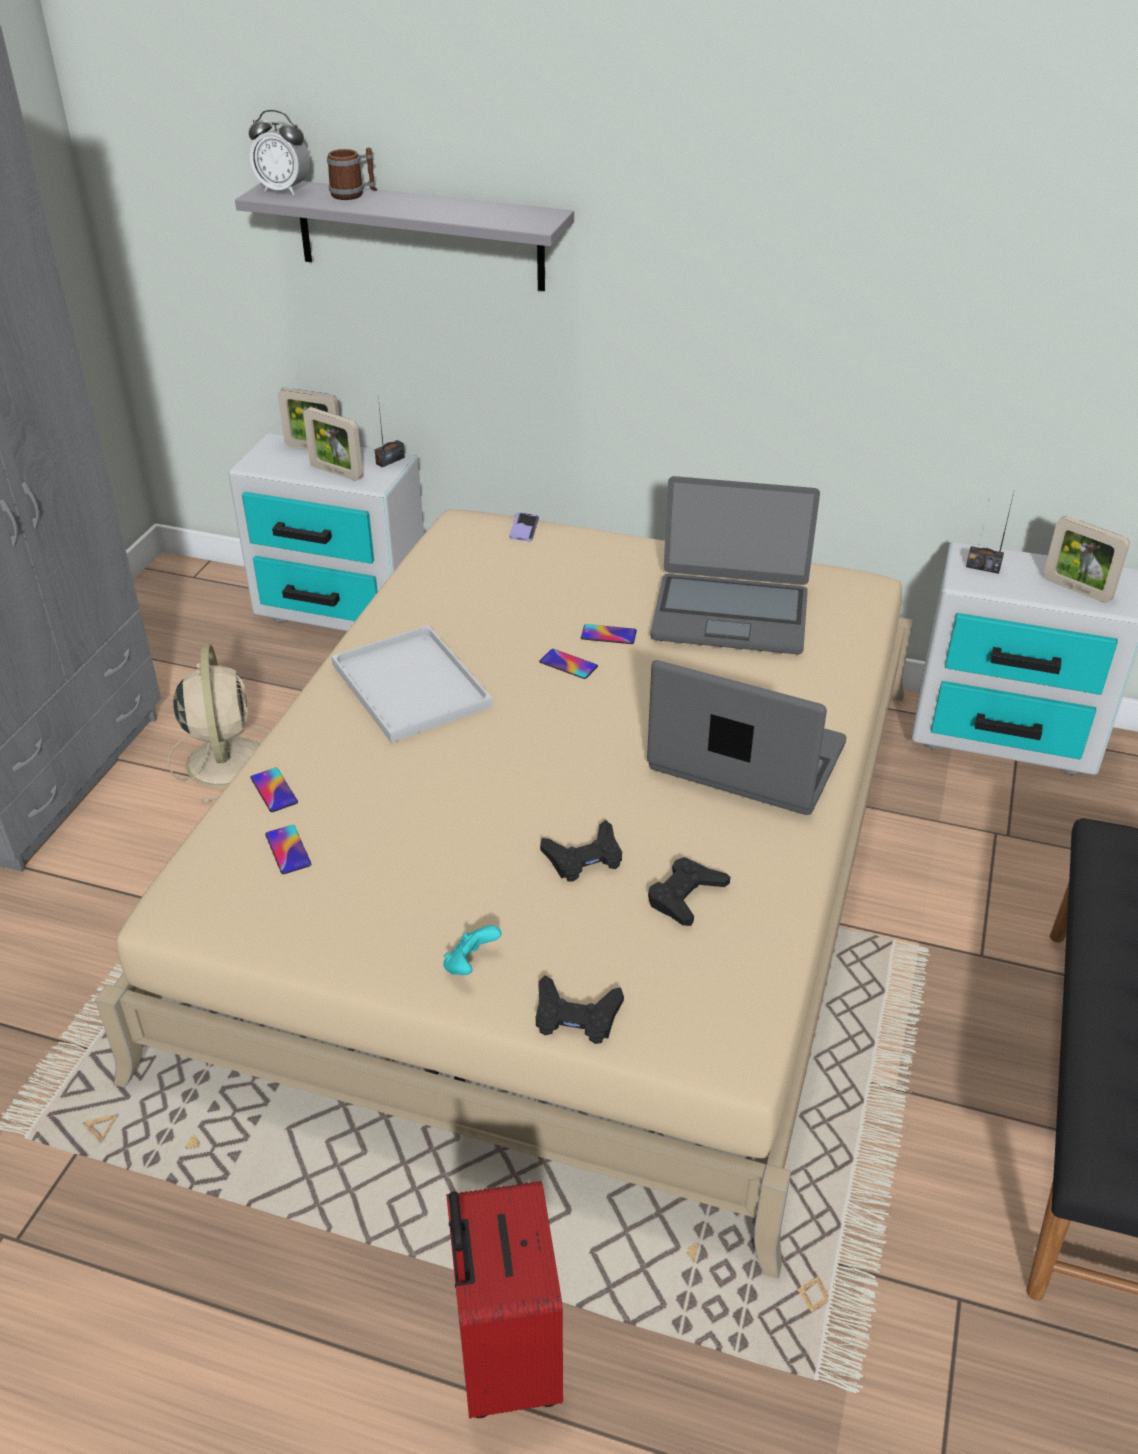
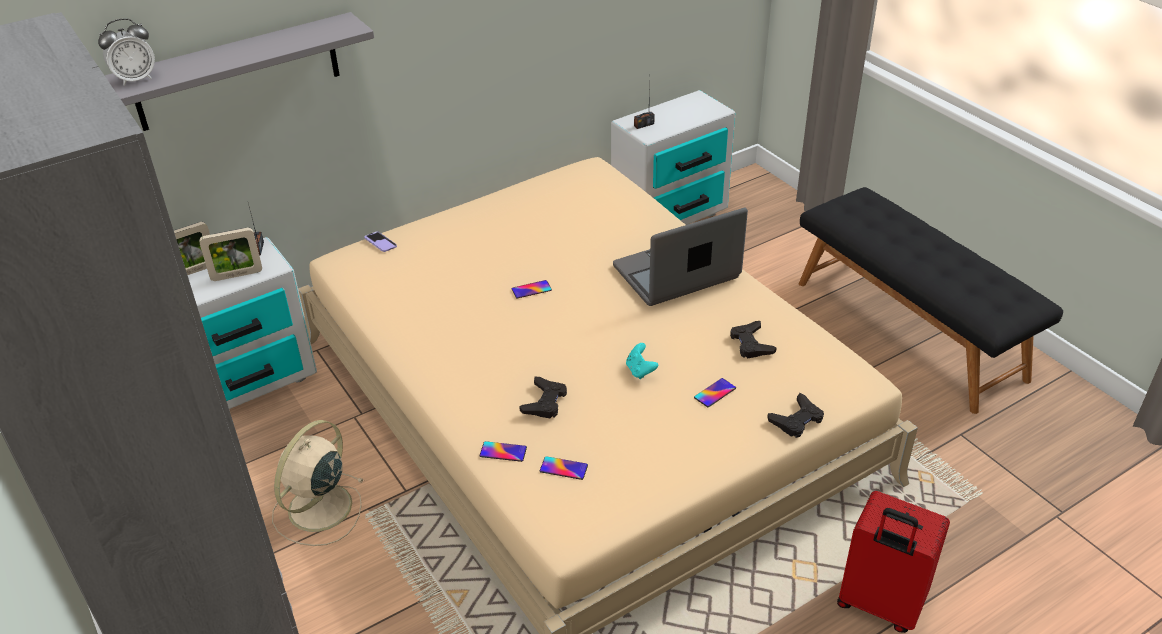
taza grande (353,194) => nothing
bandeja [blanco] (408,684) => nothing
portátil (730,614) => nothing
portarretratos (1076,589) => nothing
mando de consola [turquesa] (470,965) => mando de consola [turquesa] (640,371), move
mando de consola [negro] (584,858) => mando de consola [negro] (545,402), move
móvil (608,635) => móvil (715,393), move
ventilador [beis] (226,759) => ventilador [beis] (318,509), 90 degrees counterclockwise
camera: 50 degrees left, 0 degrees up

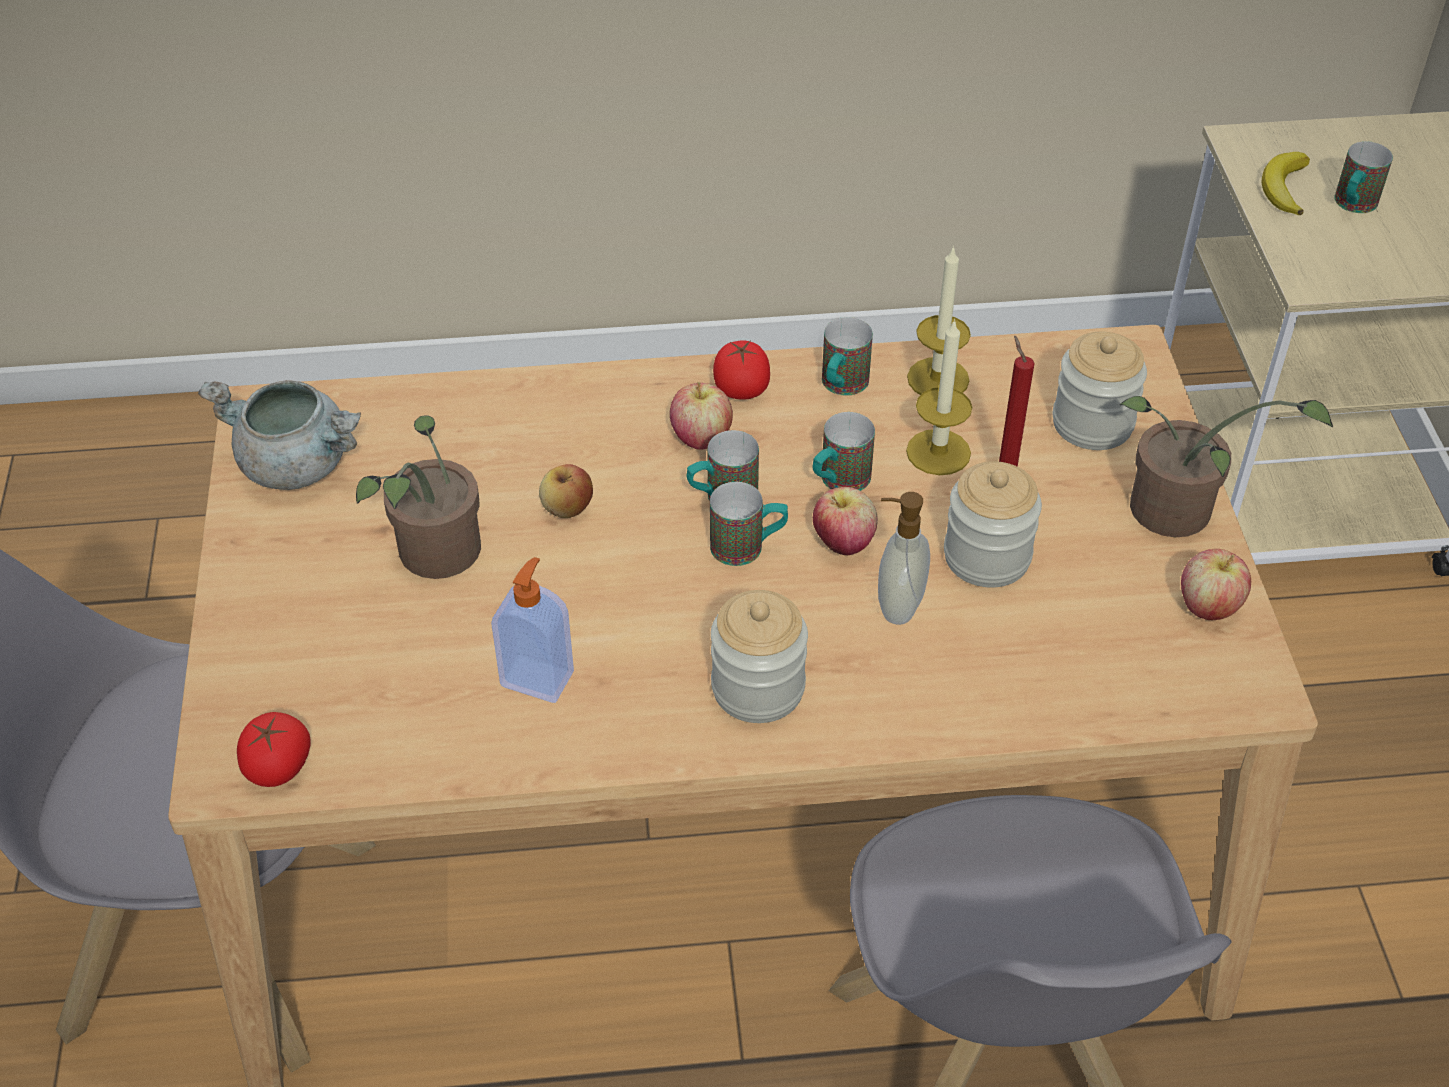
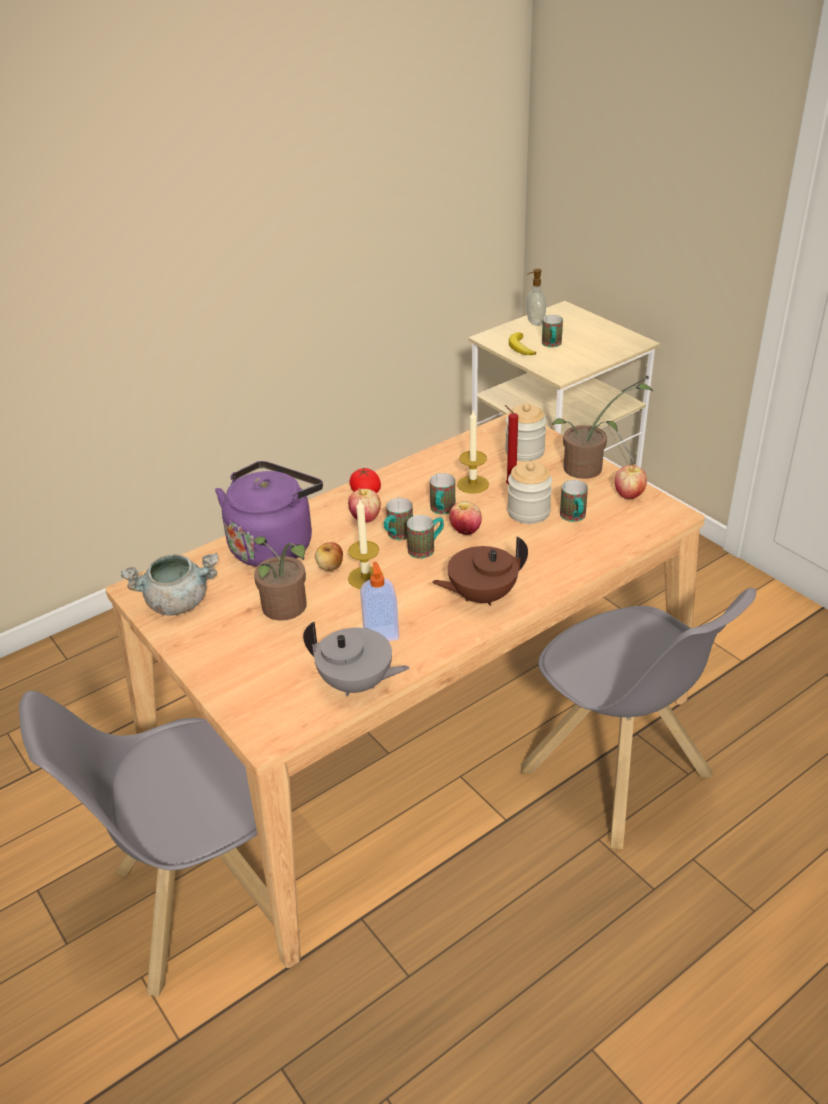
tomate (278,767) => nothing
nothing => hervidor [morado] (274,545)
nothing => tetera [gris] (356,683)
taza grande (841,387) => taza grande (574,518), move
dispensador de jabón (897,605) => dispensador de jabón (534,322), move
vela (938,379) => vela (365,578), move
tarro (758,688) => tetera [marrón] (481,596)
camera: 30 degrees left, 10 degrees down

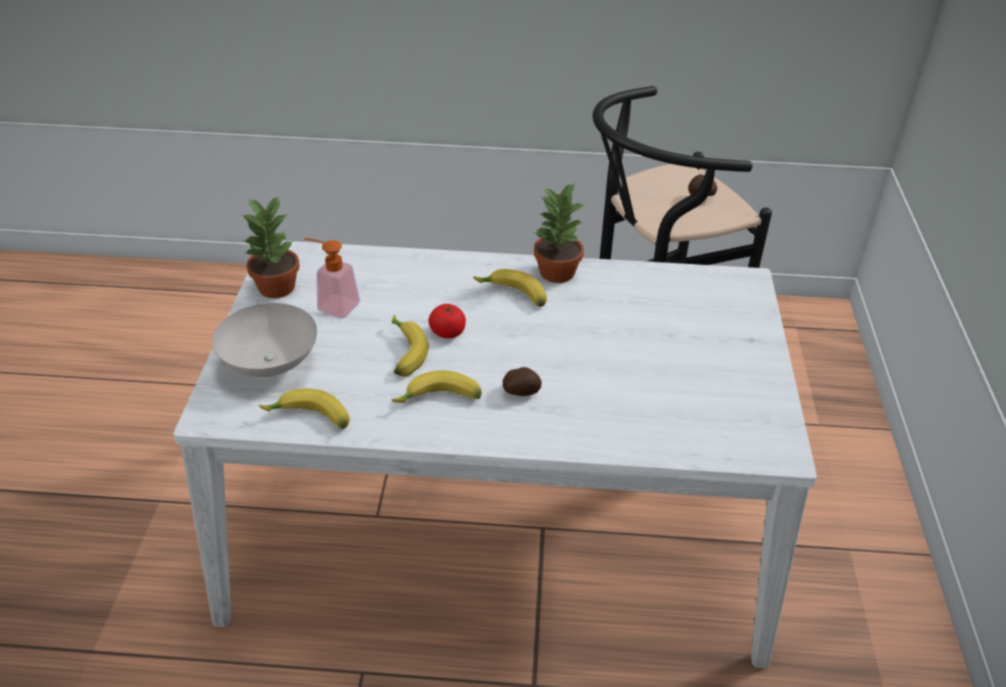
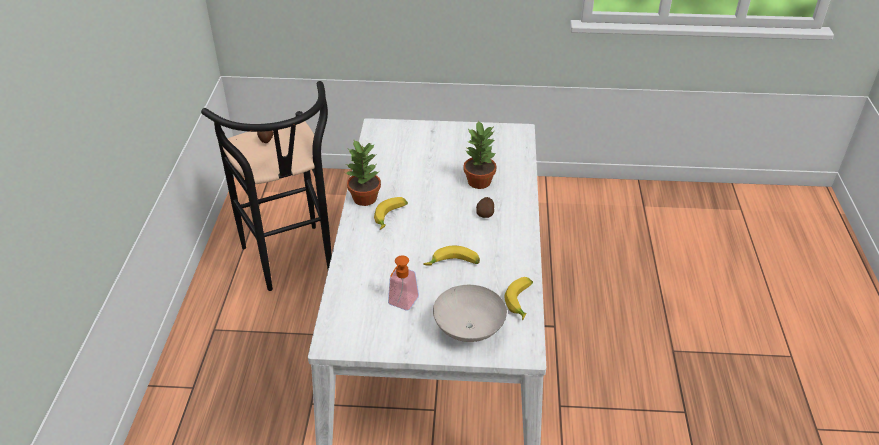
plátano (439,401) => nothing
tomate (447,332) => nothing
planta en maceta (277,288) => planta en maceta (479,181), move
camera: 90 degrees left, 0 degrees up

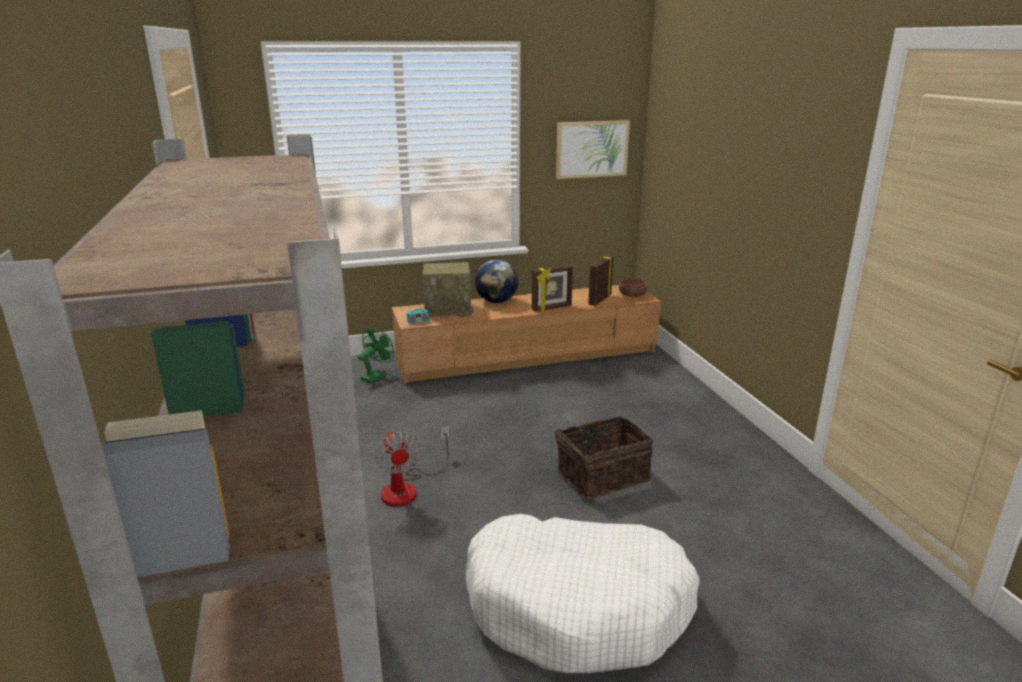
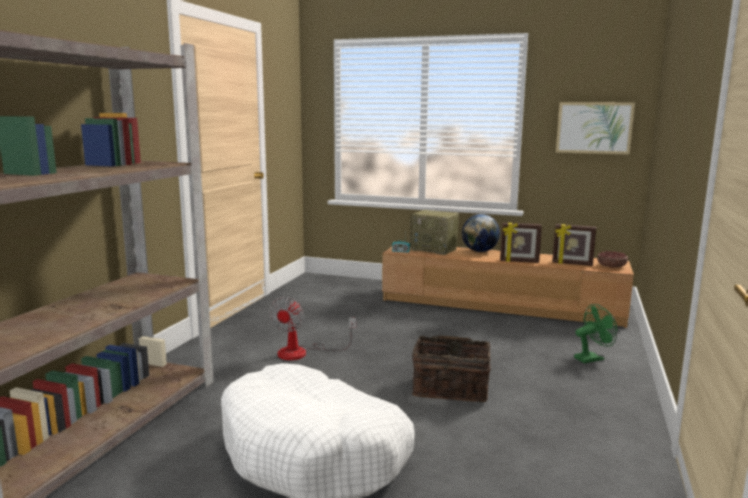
ventilador [verde] (376,376) => ventilador [verde] (592,358), move
portarretratos (599,300) => portarretratos (572,264), 135 degrees counterclockwise
camera: 35 degrees right, 10 degrees down

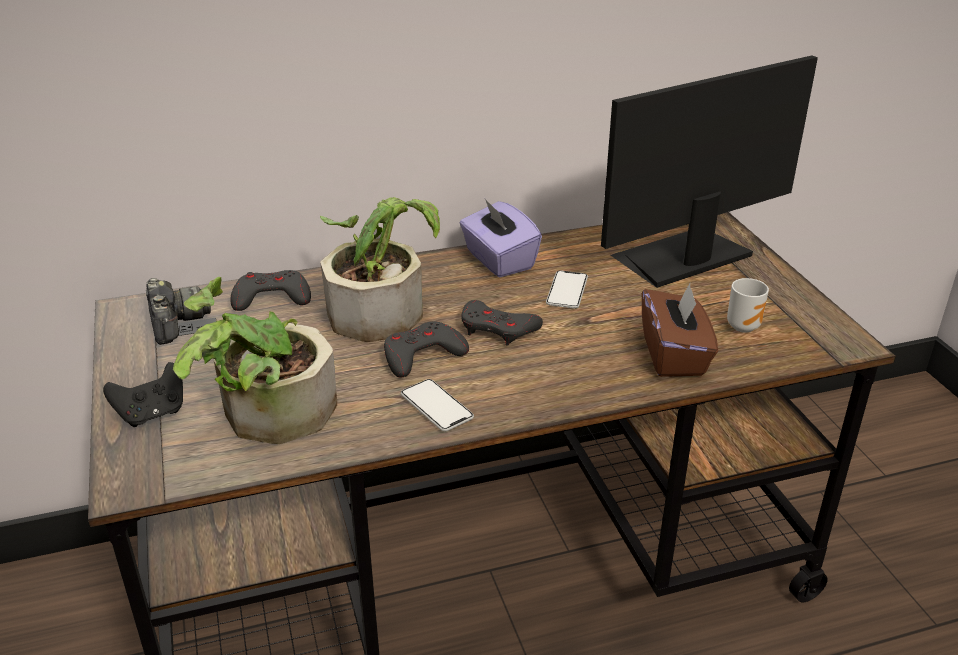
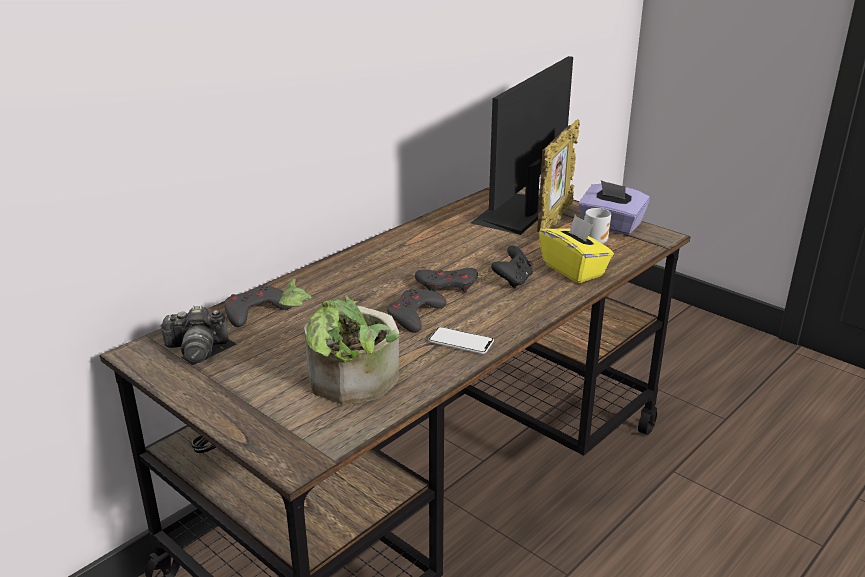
planta en maceta (381,307) => nothing
móvil (567,291) => nothing
nothing => portarretratos (554,223)
mando de consola [negro] (152,414) => mando de consola [negro] (513,281), move
caja de pañuelos [morado] (498,260) => caja de pañuelos [morado] (610,226), move
caja de pañuelos [marrón] (674,355) => caja de pañuelos [amarillo] (573,269)
cámara (176,323) => cámara (197,349), 135 degrees clockwise
camera: 30 degrees left, 5 degrees down

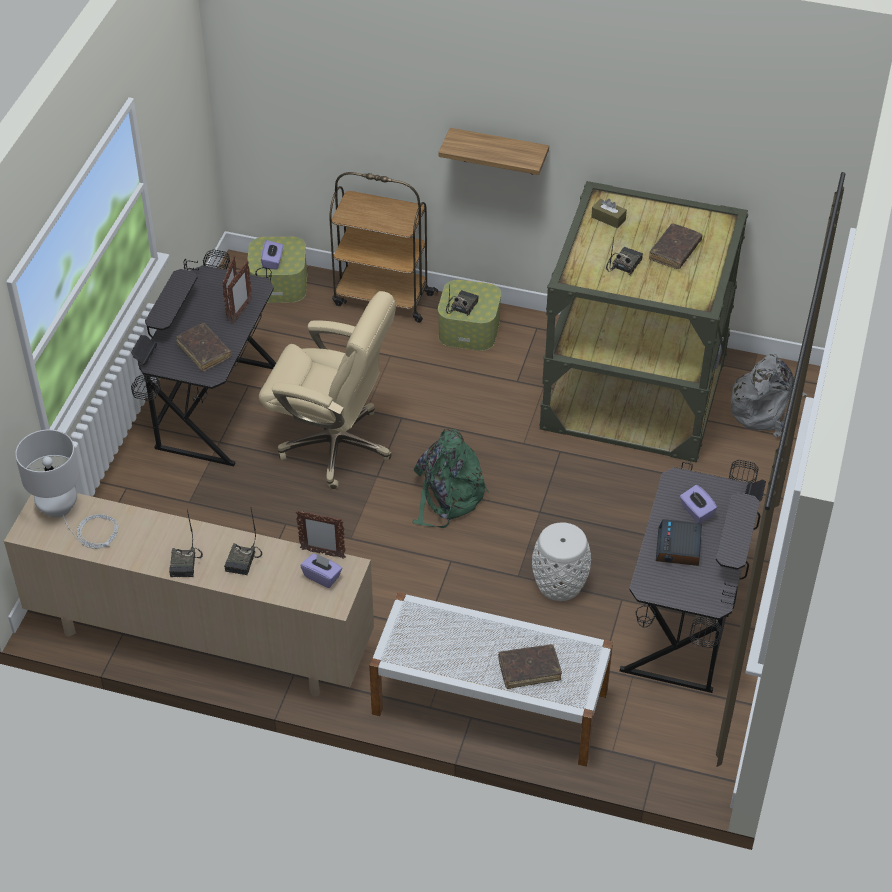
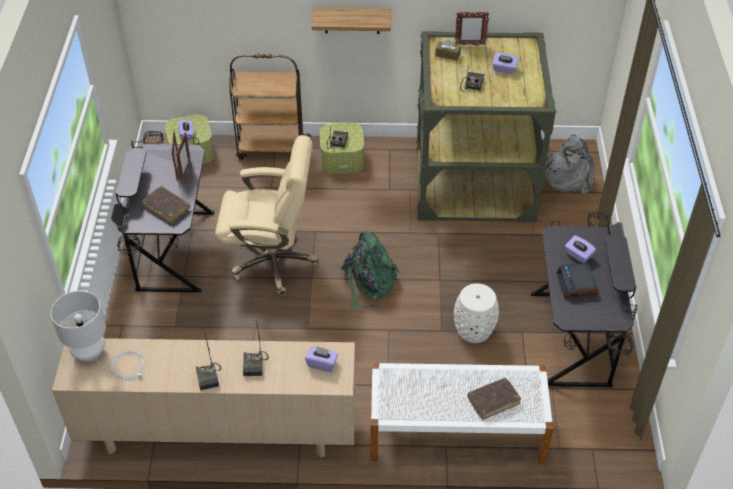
portarretratos (322,553) => portarretratos (470,44), move
libro [marrón] (675,251) => caja de pañuelos [morado] (504,69)
camera: 15 degrees left, 0 degrees up

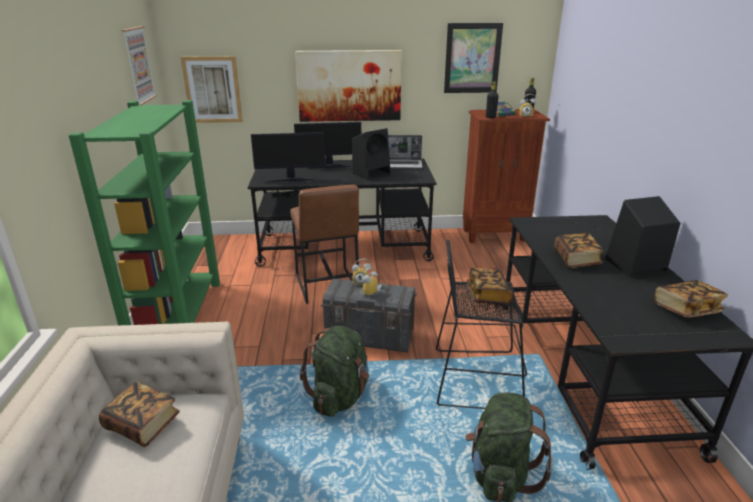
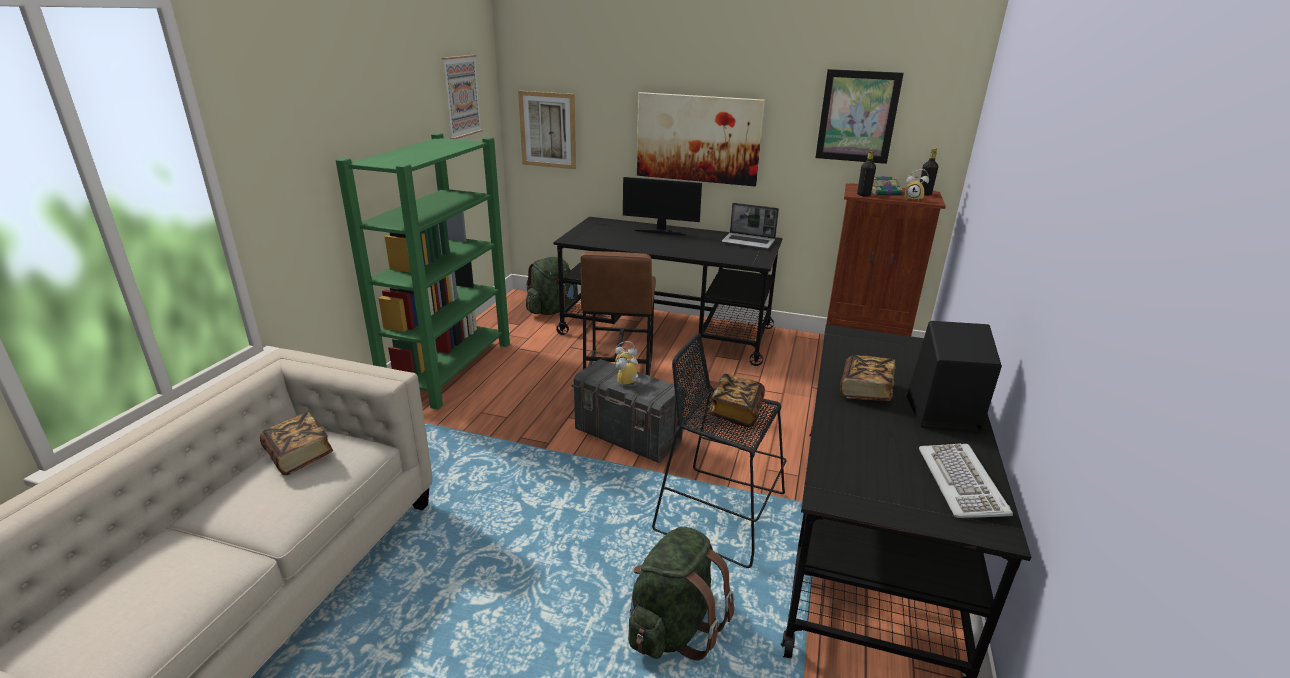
monitor (291,179) => nothing
altavoz [negro] (372,174) => nothing
mochila [verde] (340,396) => mochila [verde] (552,310), move
libro (686,309) => teclado (962,483)
camera: 20 degrees right, 0 degrees up

